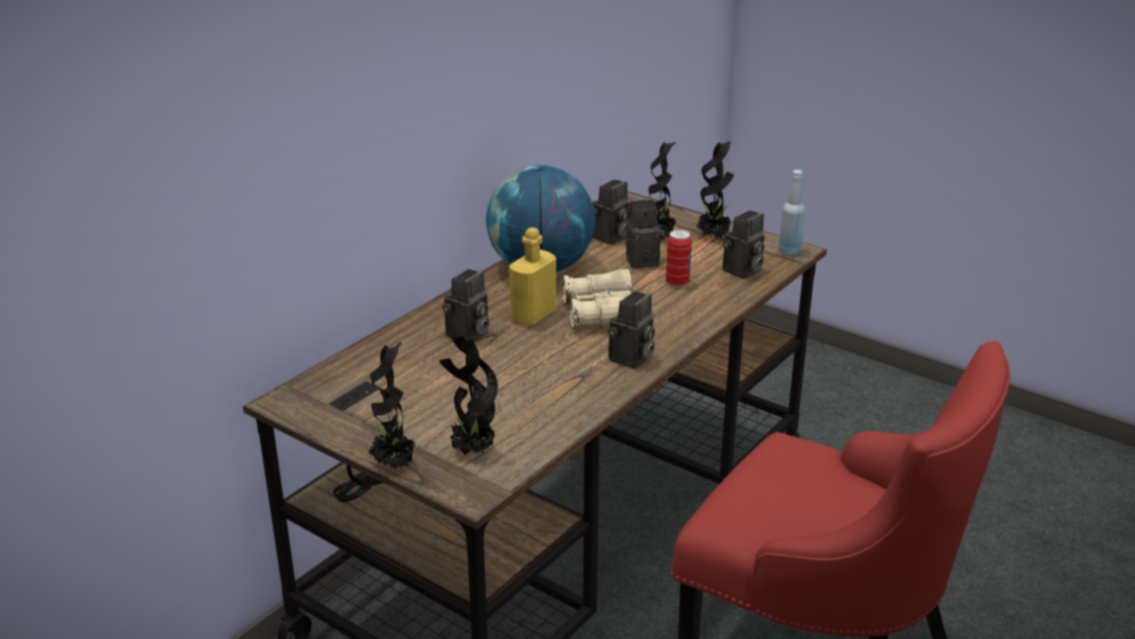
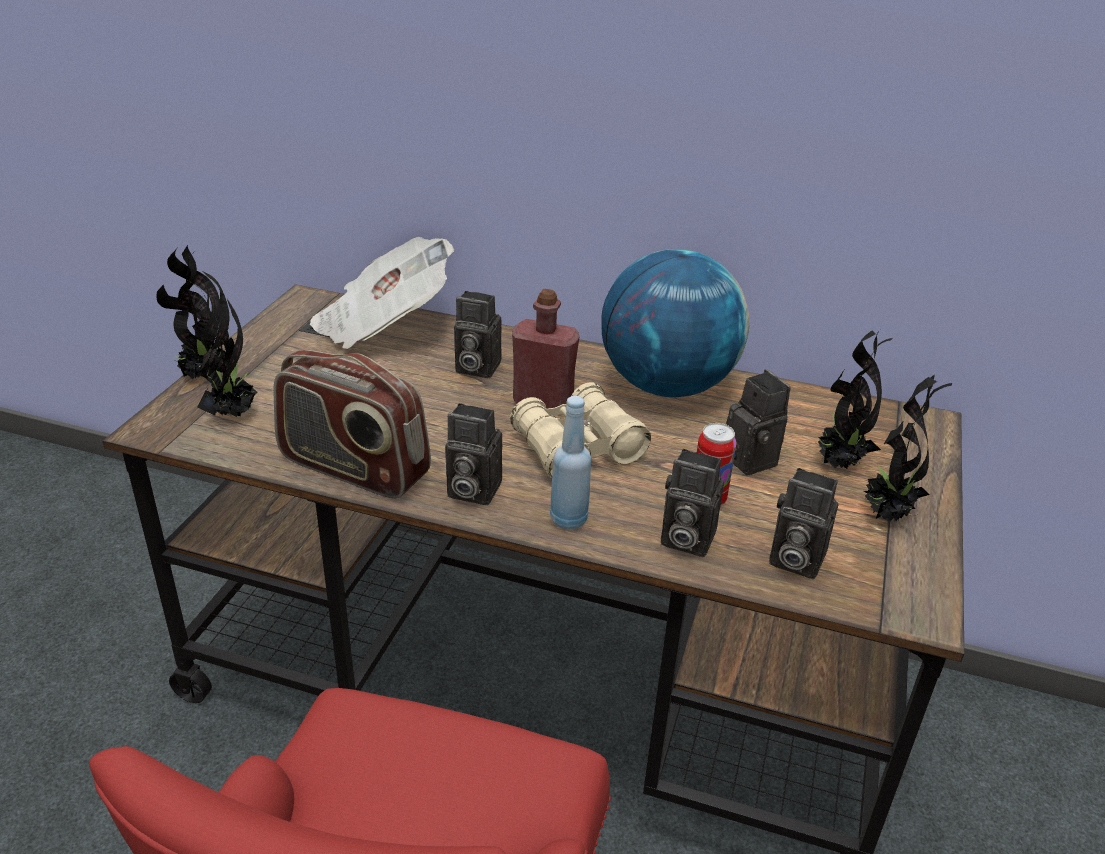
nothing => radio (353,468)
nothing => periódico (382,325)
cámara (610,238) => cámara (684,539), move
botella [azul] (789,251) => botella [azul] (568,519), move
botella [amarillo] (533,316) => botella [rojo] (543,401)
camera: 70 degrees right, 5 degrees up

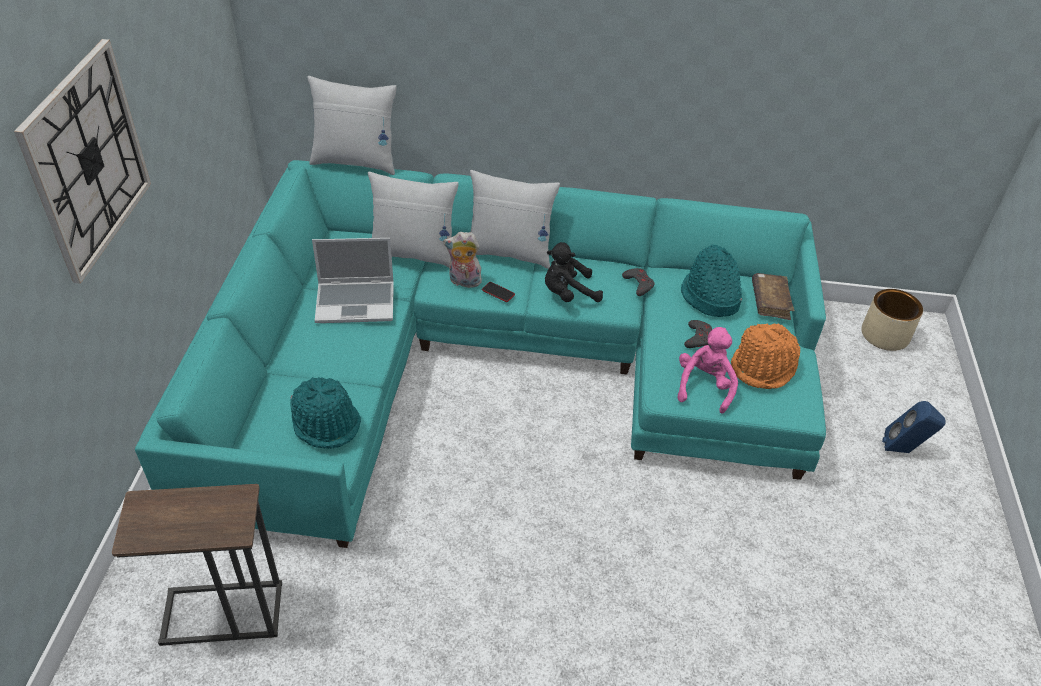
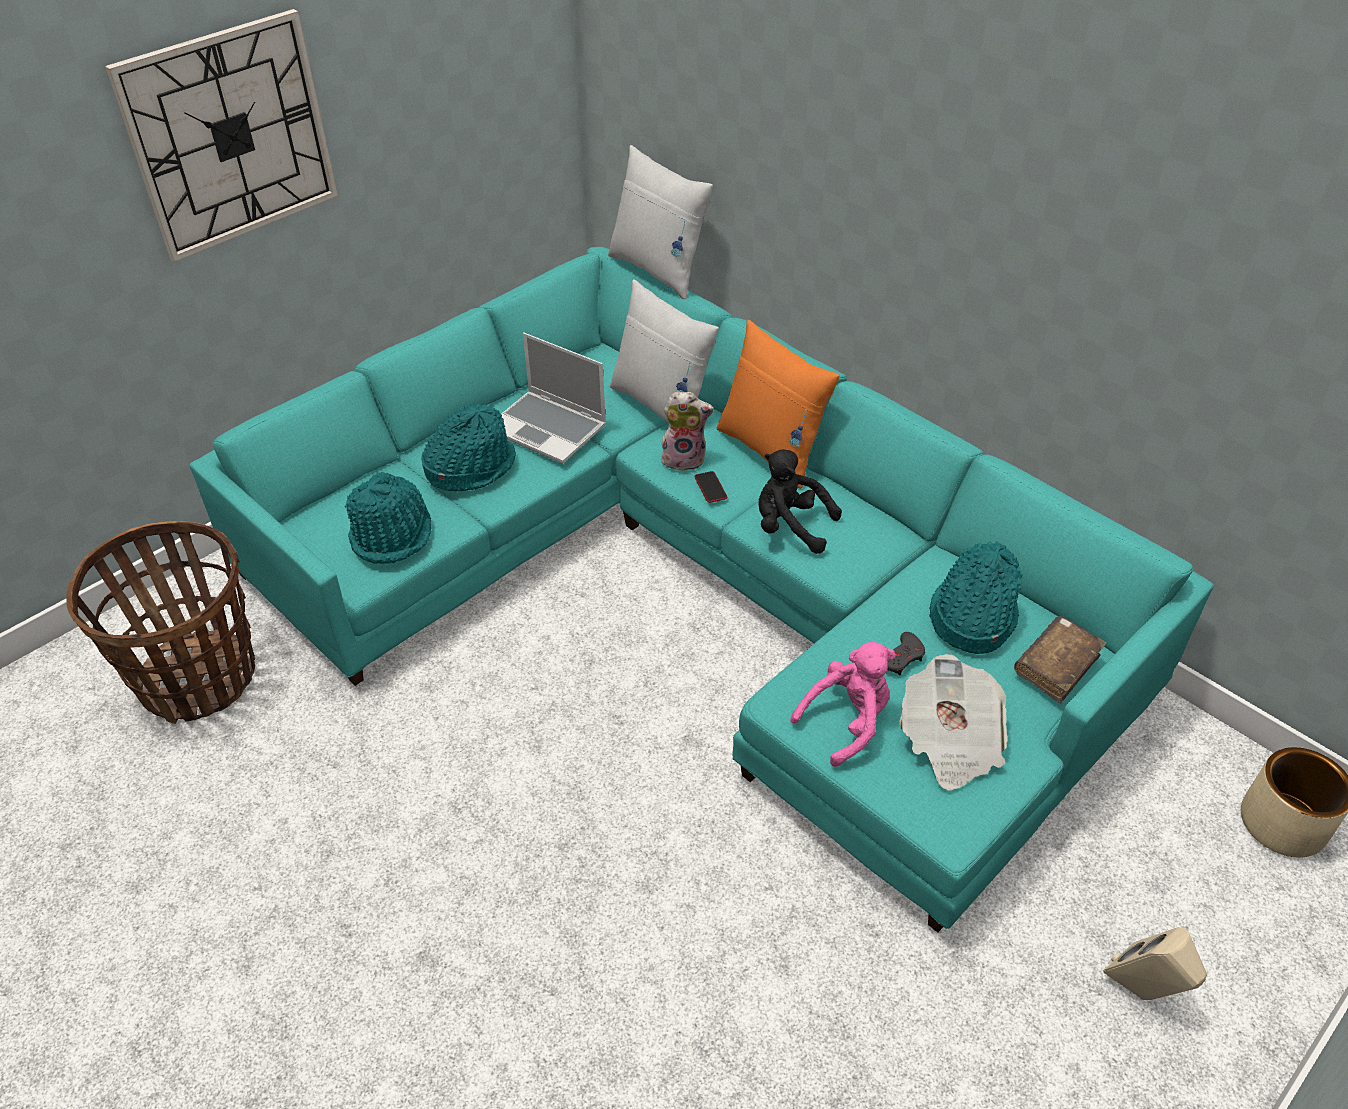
mando de consola [gris] (638,284) => nothing
nothing => sombrero [turquesa] (470,467)
mesa auxiliar [marrón] (223,612) => cesta (198,679)
sombrero [naranja] (763,367) => periódico (949,742)
cojín [gris] (509,254) => cojín [naranja] (770,451)
altavoz [azul] (903,450) => altavoz [beis] (1142,993)
peluche (463,282) => peluche (684,459), 135 degrees clockwise
camera: 40 degrees right, 0 degrees up

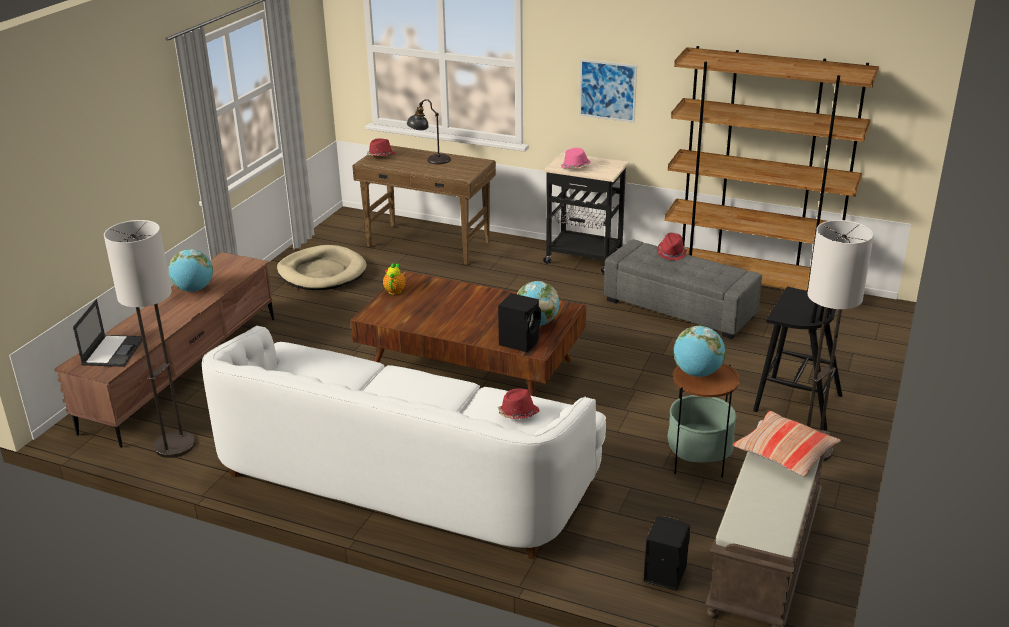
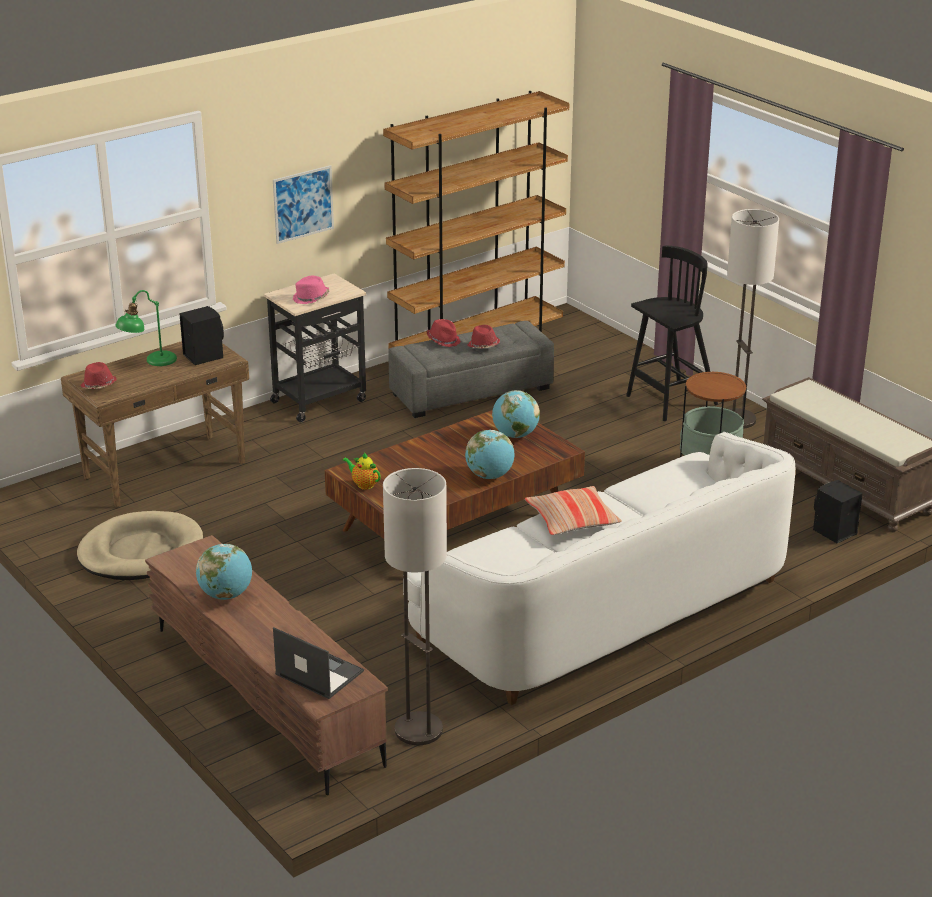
altavoz [negro] (520,342) => altavoz [negro] (203,356), move
sombrero [rojo] (517,414) => sombrero [rojo] (483,346), move
globo terráqueo (697,373) => globo terráqueo (489,476), move
cojín (785,452) => cojín (572,520), move
lámpara de mesa [gris] (429,158) => lámpara de mesa [verde] (149,362)
camera: 60 degrees left, 0 degrees up

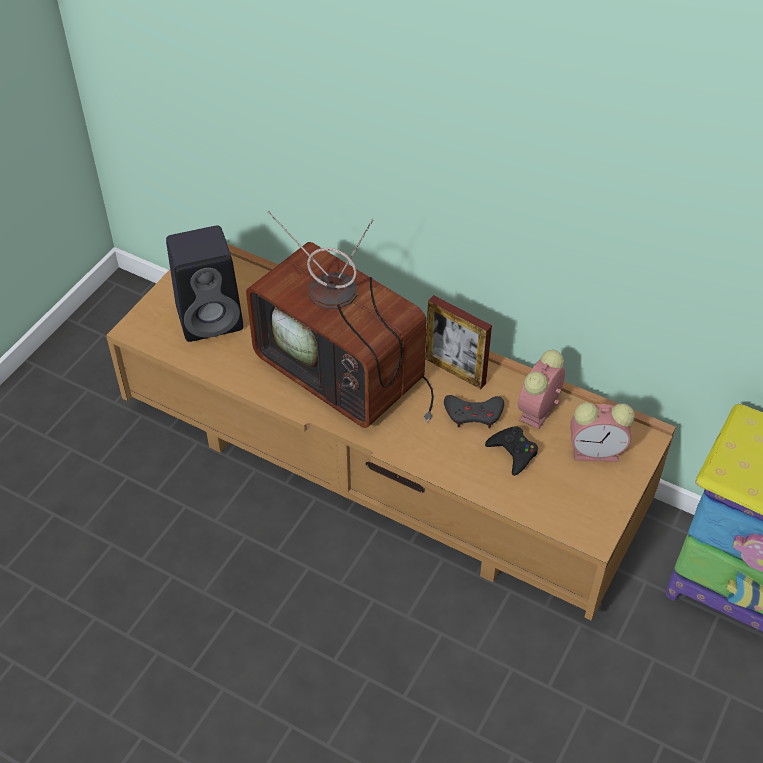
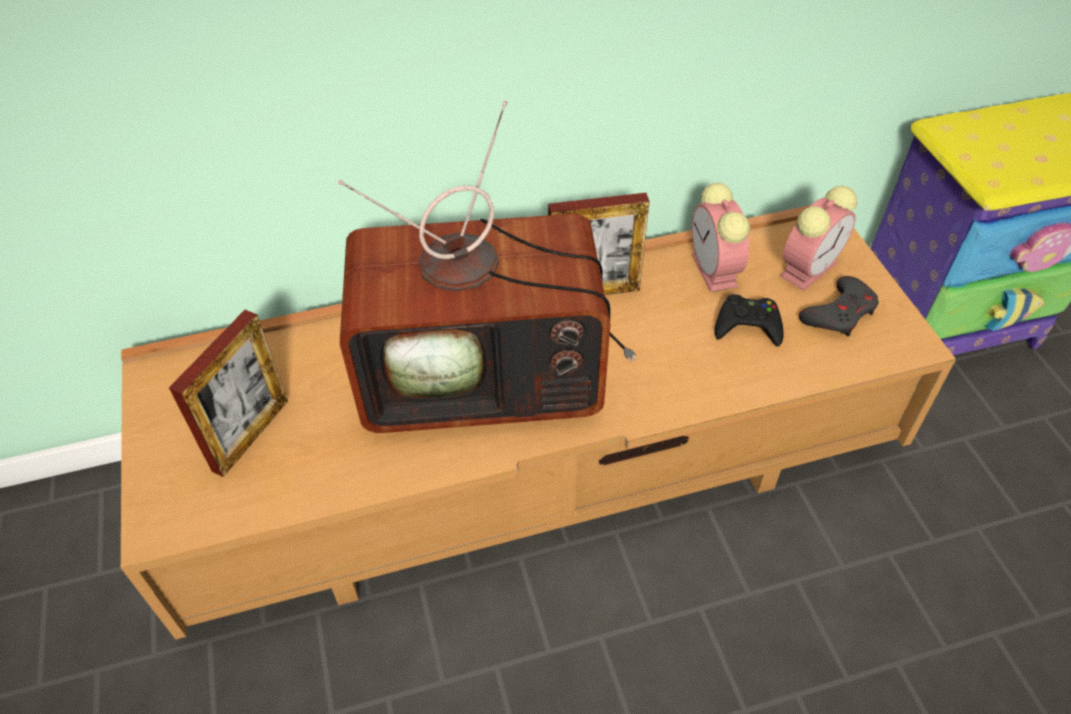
mando de consola [gris] (474,414) => mando de consola [gris] (839,313), move
altavoz [negro] (212,317) => portarretratos (251,435)
camera: 45 degrees left, 0 degrees up

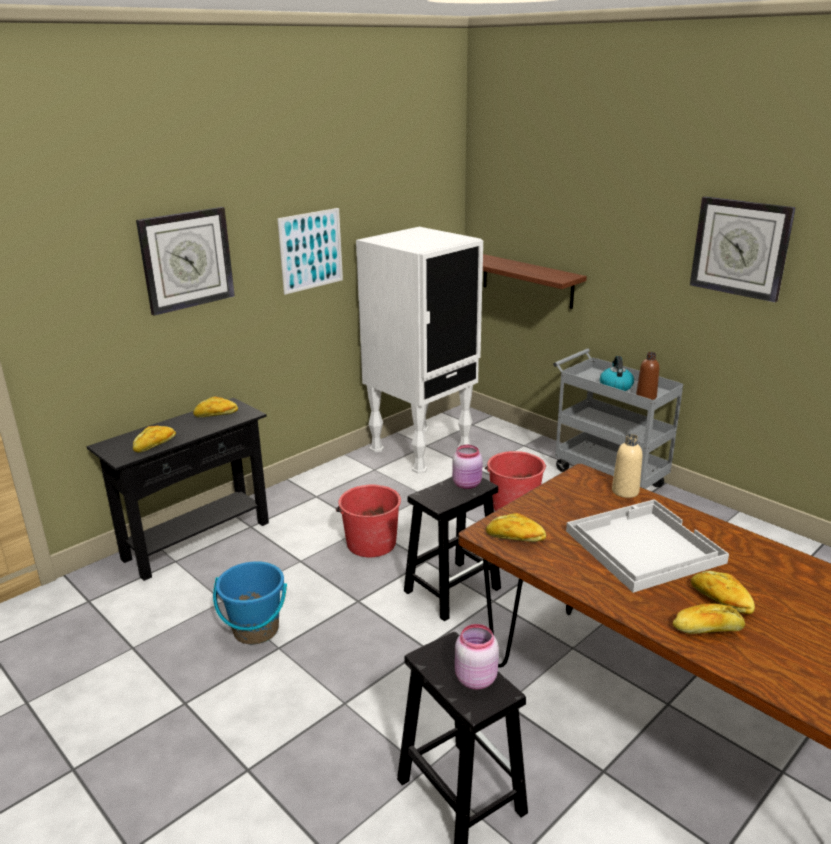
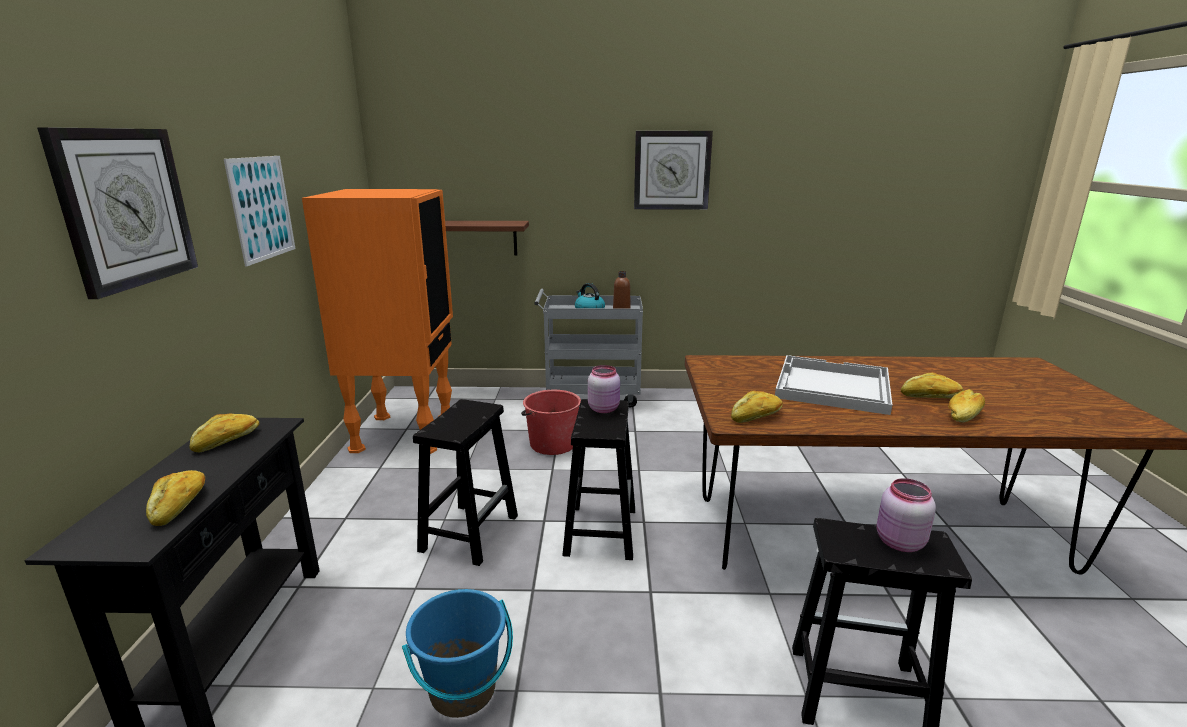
botella [beis] (625,491) => nothing
cubo [rojo] (371,543) => taburete [negro] (470,532)
armario [blanco] (422,448) => armario [naranja] (406,432)
camera: 45 degrees left, 5 degrees down

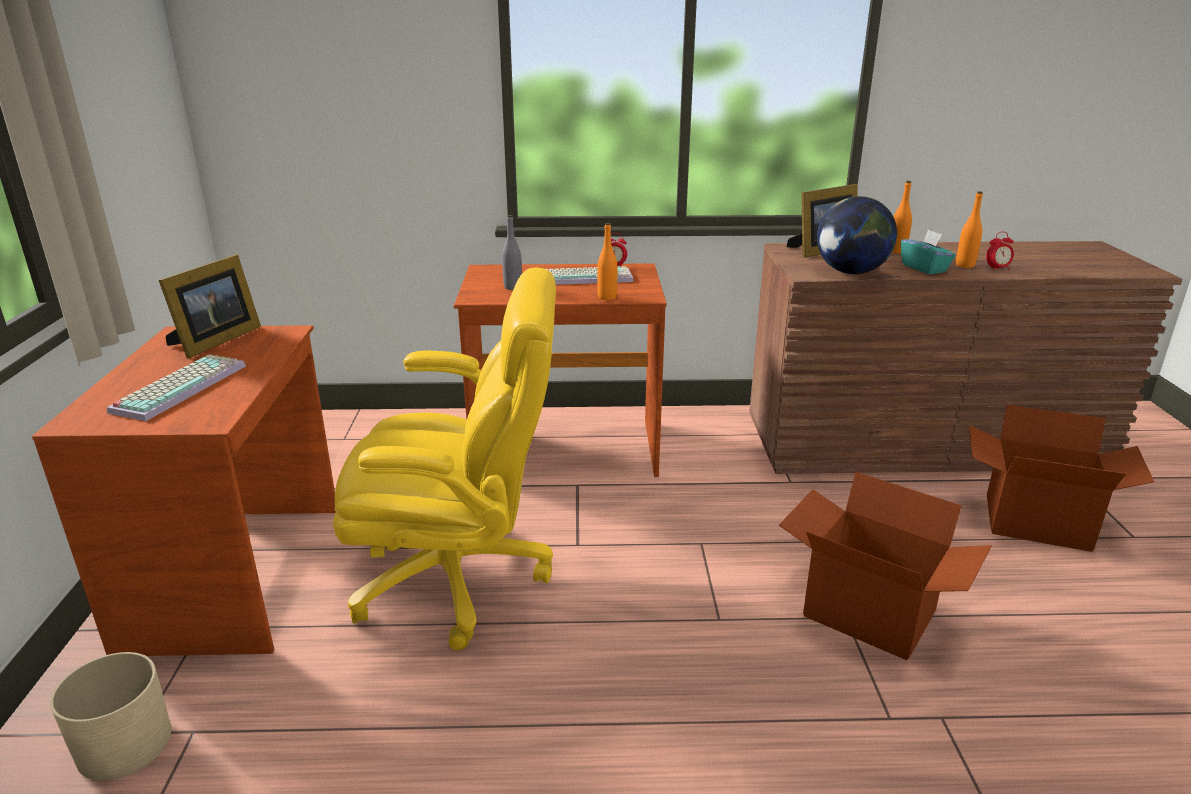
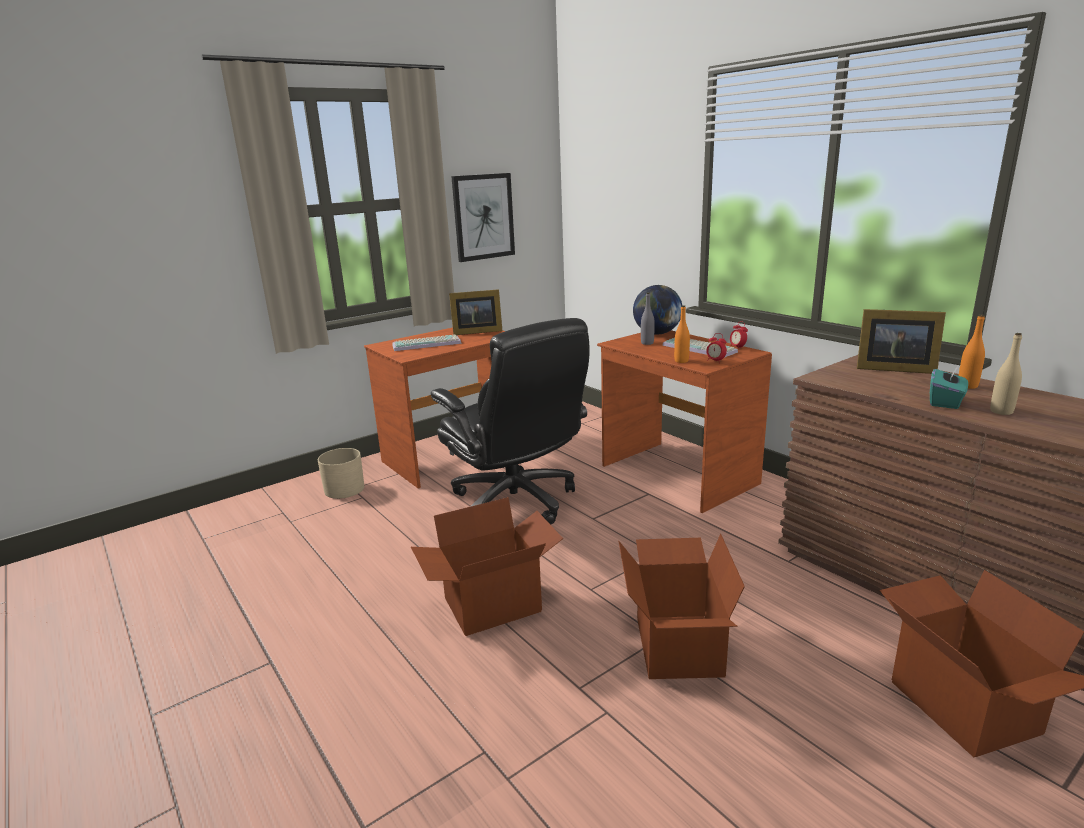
nothing => caja de cartón (493,606)
nothing => cuadro (483,217)
globo terráqueo (851,272) => globo terráqueo (657,333), move
despertador (997,269) => despertador (715,361), move
silla de oficina [amarillo] (462,583) => silla de oficina [negro] (516,504)
botella [naranja] (965,265) => botella [beis] (1001,411)
camera: 55 degrees right, 5 degrees down

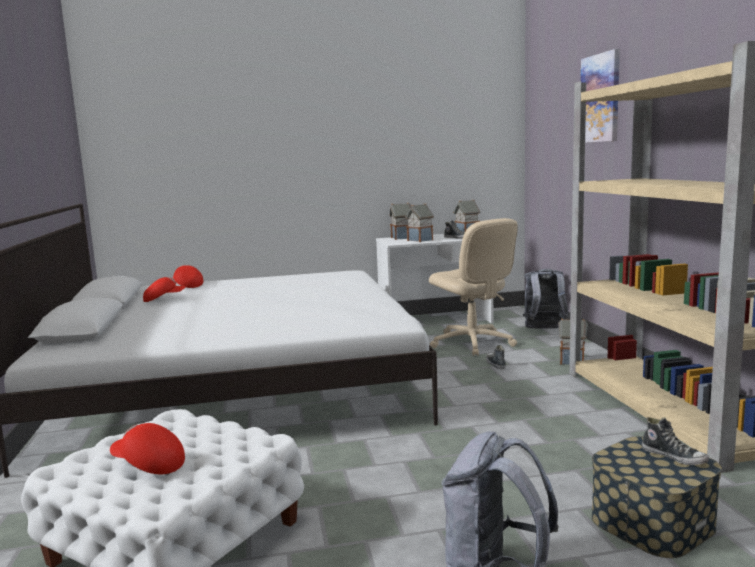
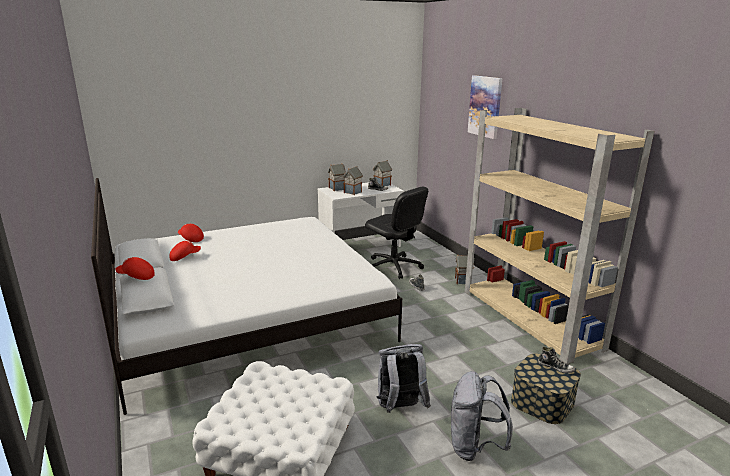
gorra [rojo] (148,465) => gorra [rojo] (136,277), move
mochila [gris] (544,329) => mochila [gris] (400,408), move
silla de oficina [beis] (472,343) => silla de oficina [negro] (393,267)
camera: 15 degrees left, 10 degrees up

